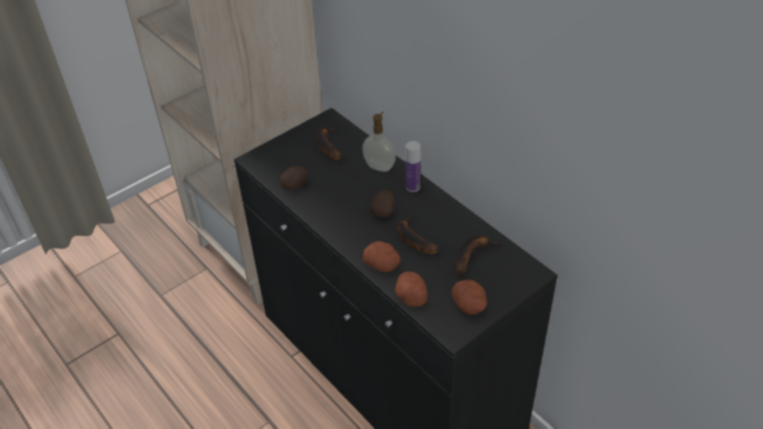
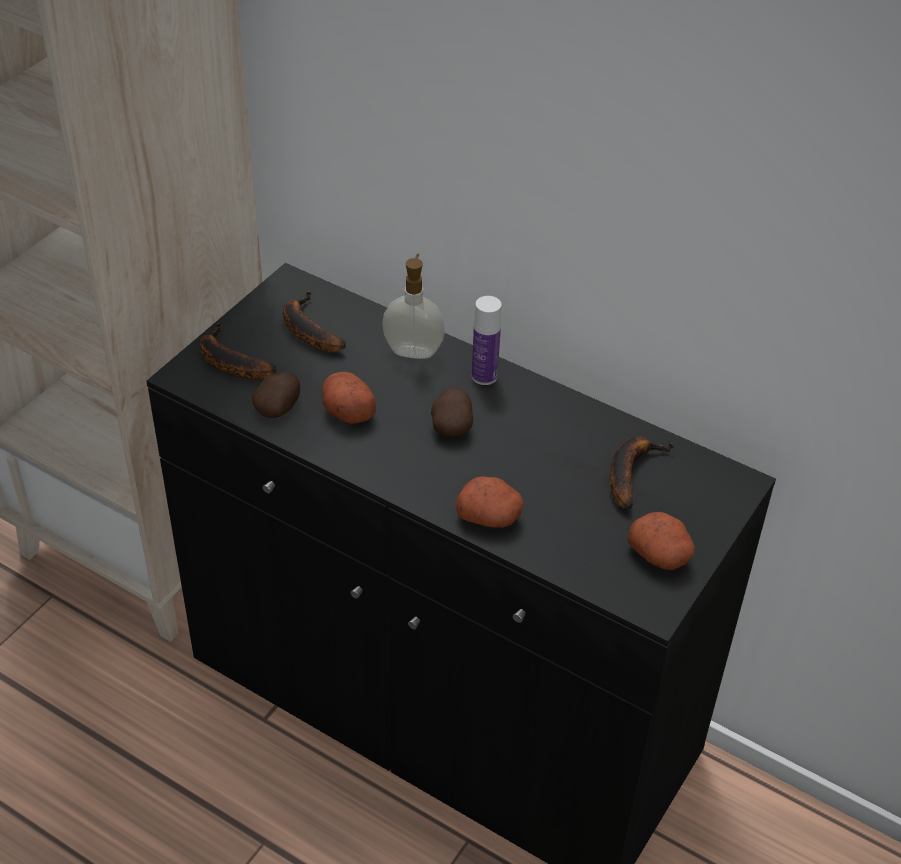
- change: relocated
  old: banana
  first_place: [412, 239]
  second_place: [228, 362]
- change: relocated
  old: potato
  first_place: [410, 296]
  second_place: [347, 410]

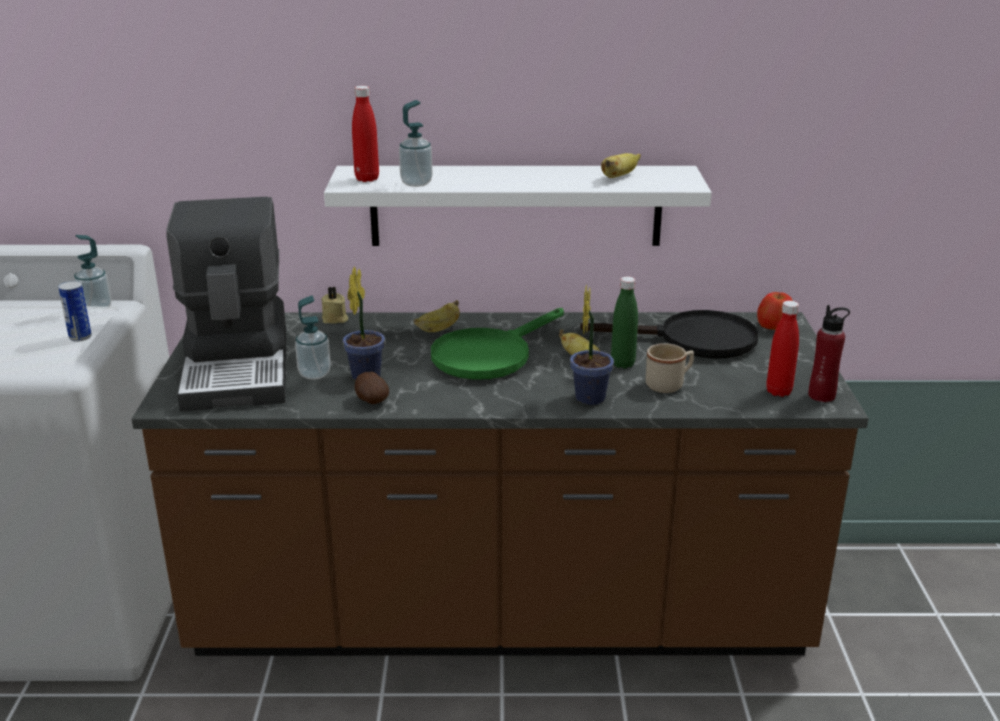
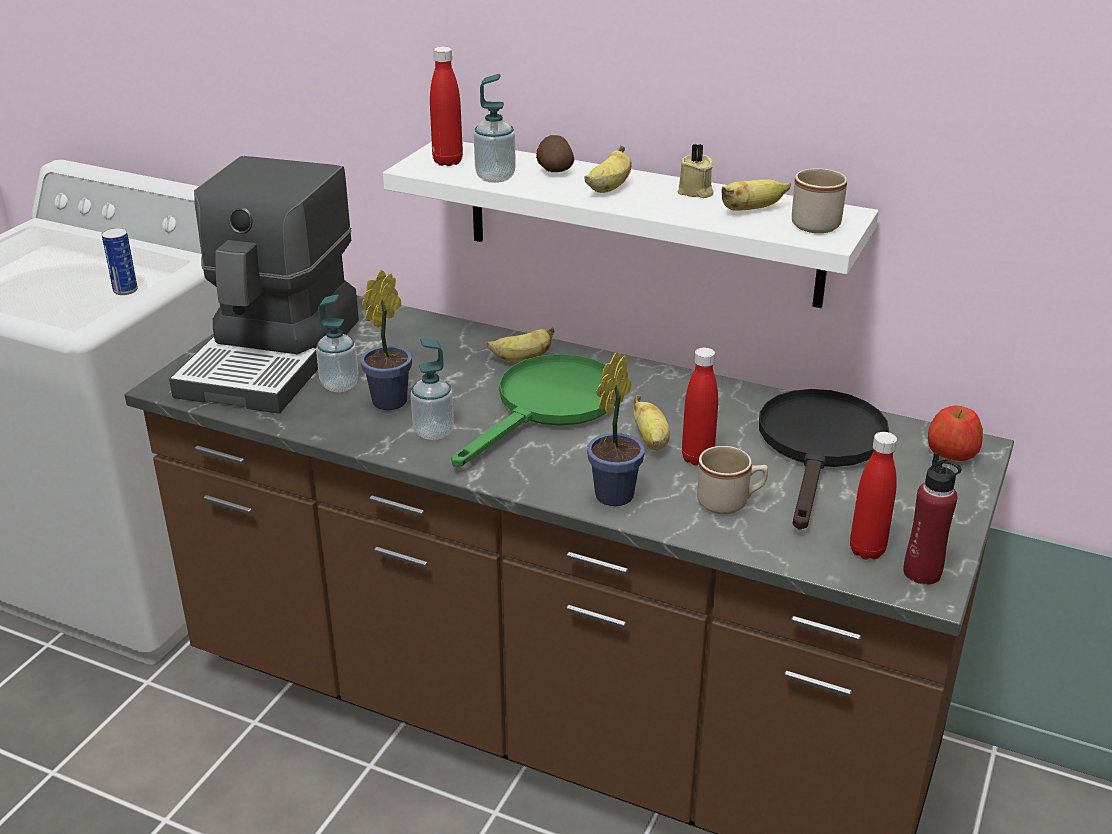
- change: relocated
  old: soap dispenser
  first_place: [96, 309]
  second_place: [433, 432]
- change: spun
  old: green frying pan
  first_place: [489, 355]
  second_place: [549, 406]
  degrees: 150
- change: relocated
  old: potato
  first_place: [370, 400]
  second_place: [553, 170]
- change: appeared
  new: banana
  second_place: [609, 188]
- change: relocated
  old: beige candle
  first_place: [335, 319]
  second_place: [695, 192]
- change: colour
  old: green bottle
  new: red bottle
  first_place: [622, 364]
  second_place: [697, 458]
- change: spun
  old: black frying pan
  first_place: [693, 340]
  second_place: [820, 447]
  degrees: -105
- change: appeared
  new: beige mug
  second_place: [818, 222]

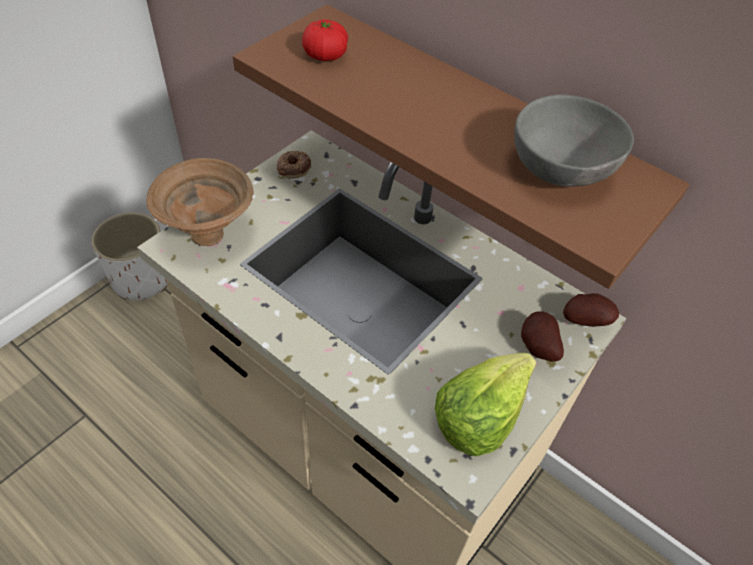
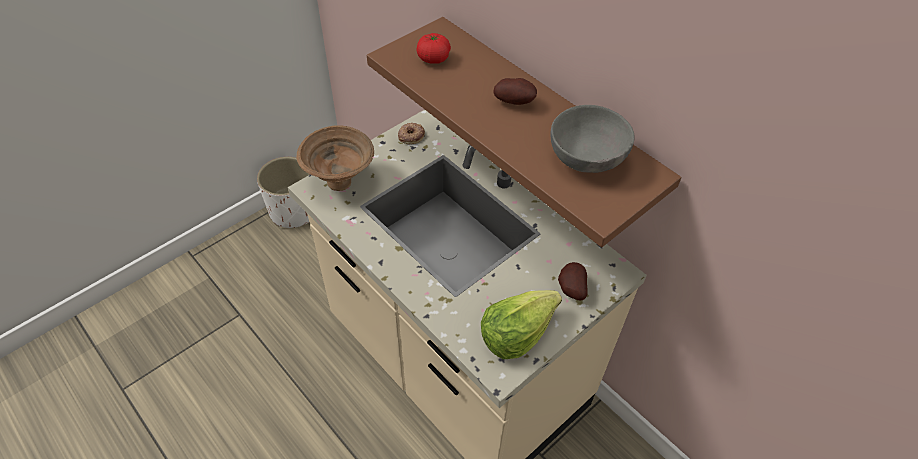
- change: relocated
  old: potato
  first_place: [585, 319]
  second_place: [515, 102]

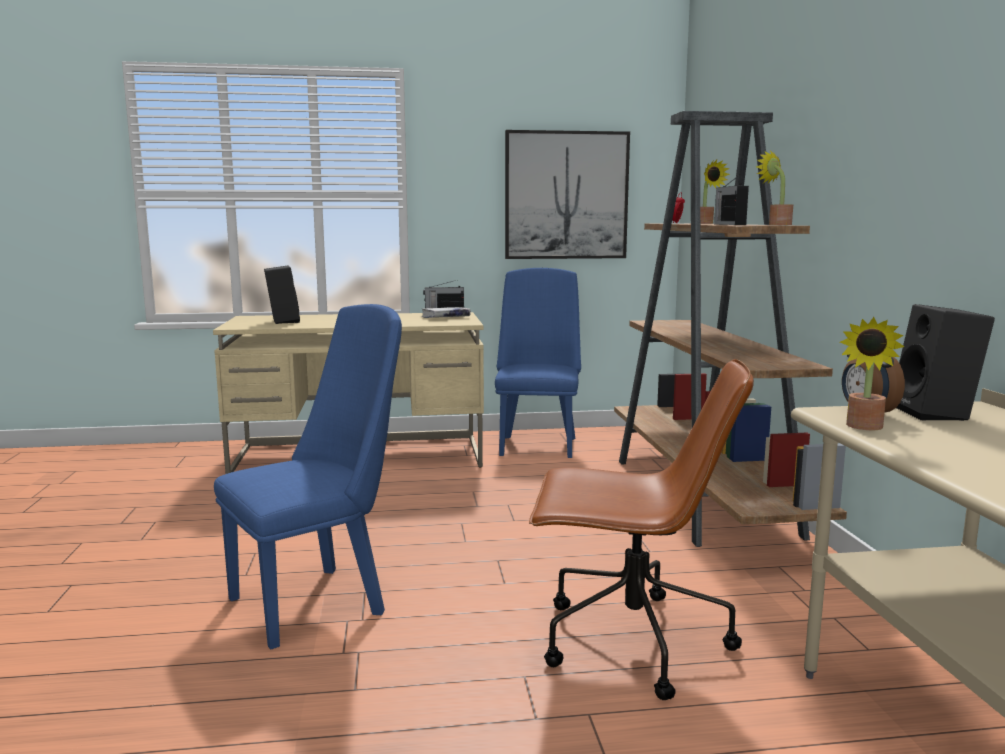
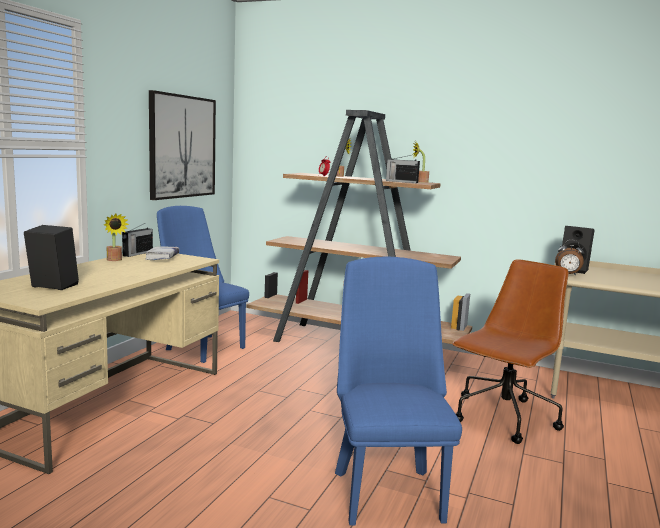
- change: relocated
  old: potted plant
  first_place: [864, 427]
  second_place: [115, 260]

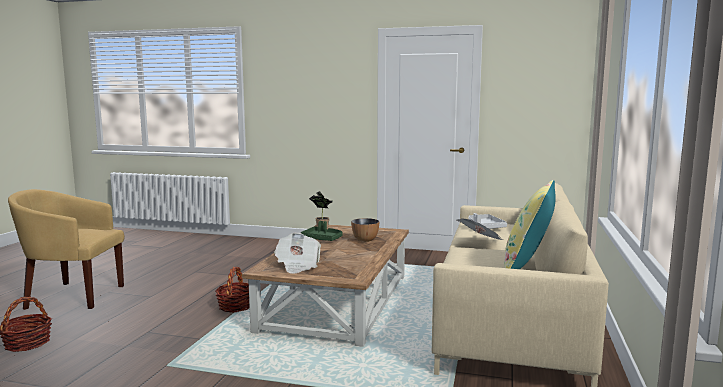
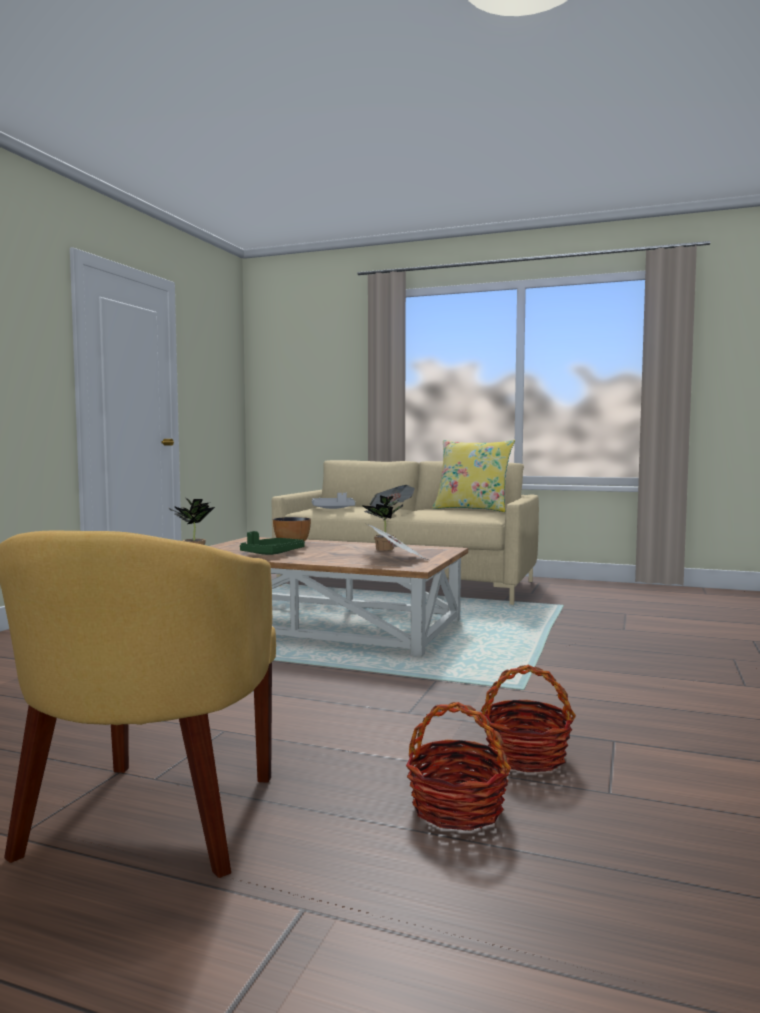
- change: appeared
  new: potted plant
  second_place: [383, 549]
- change: relocated
  old: basket
  first_place: [236, 306]
  second_place: [526, 756]

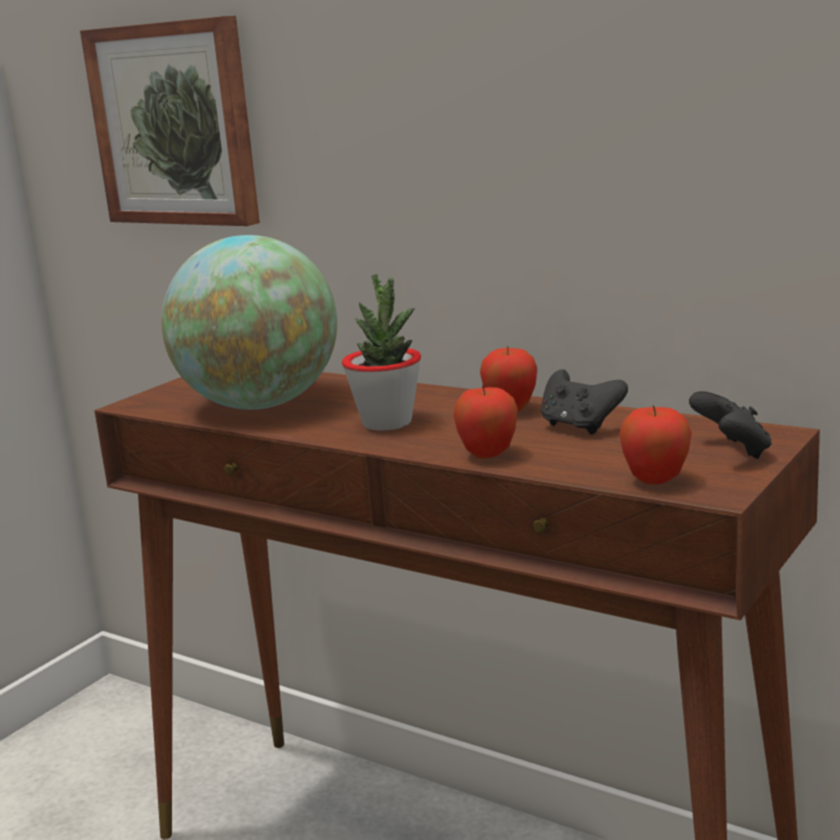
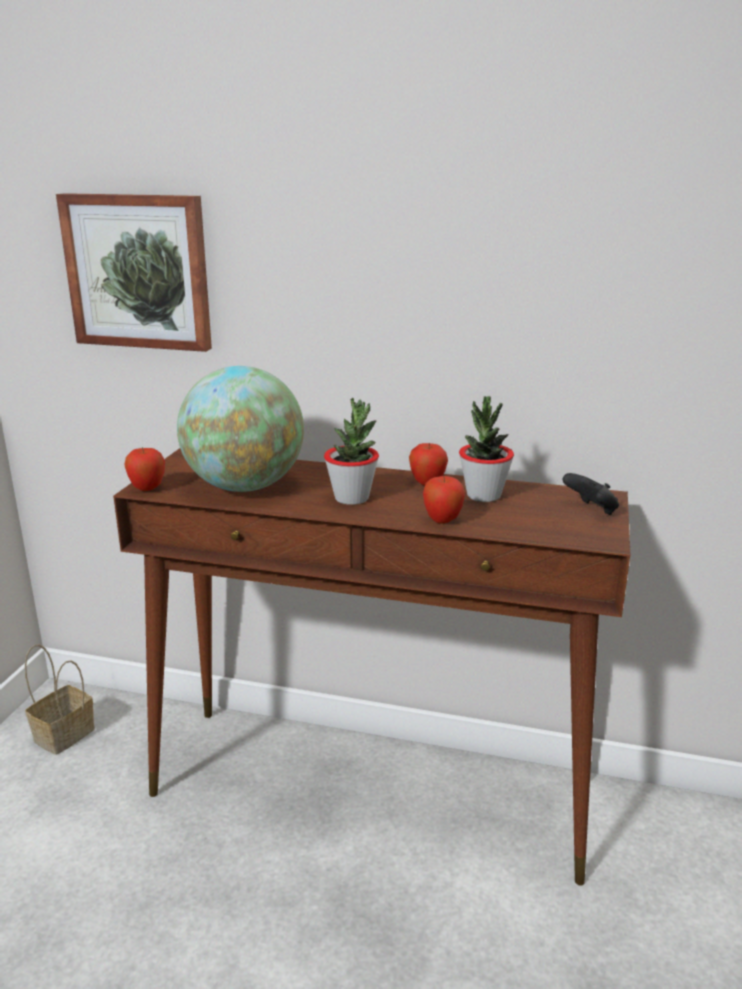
- change: appeared
  new: basket
  second_place: [65, 733]
- change: relocated
  old: apple
  first_place: [655, 481]
  second_place: [147, 489]
- change: exchanged
  old: black game controller
  new: potted plant
  first_place: [580, 426]
  second_place: [483, 495]

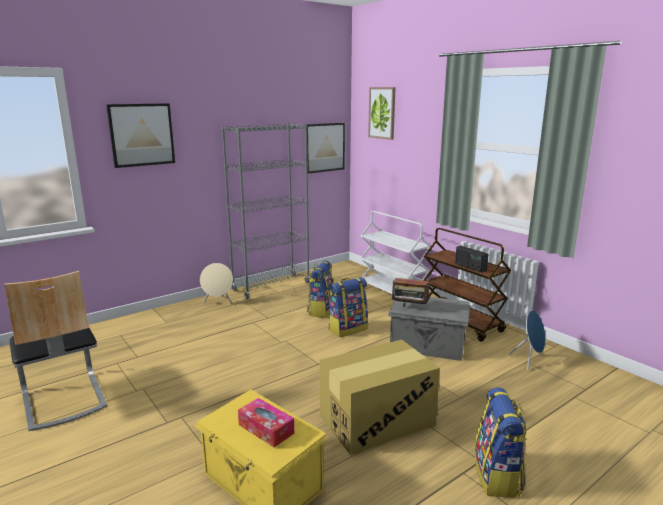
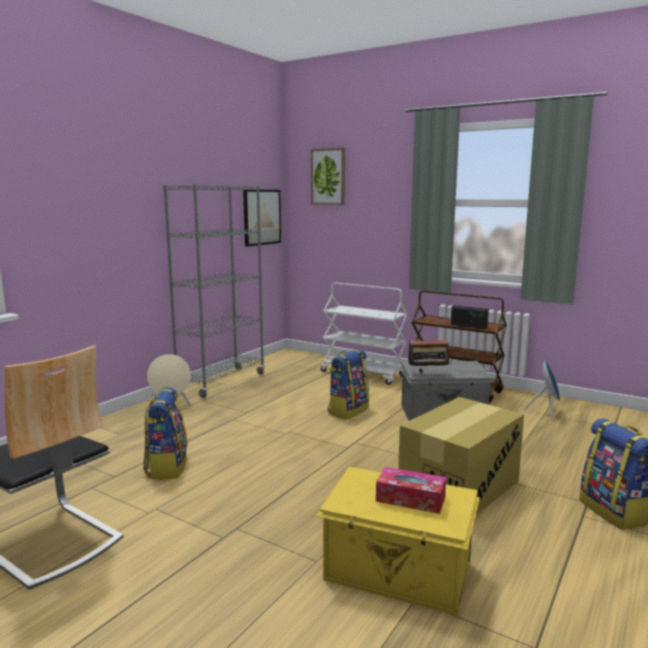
- change: relocated
  old: backpack
  first_place: [321, 310]
  second_place: [166, 467]
- change: missing
  old: picture
  first_place: [142, 135]

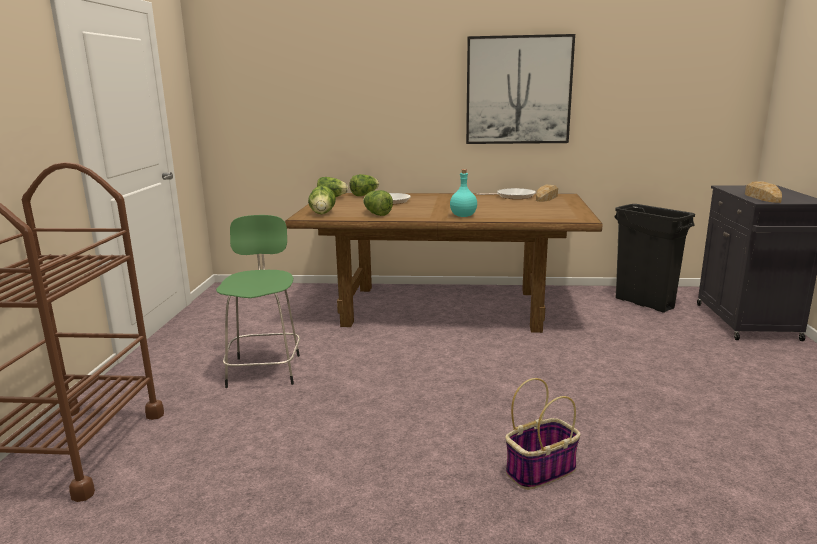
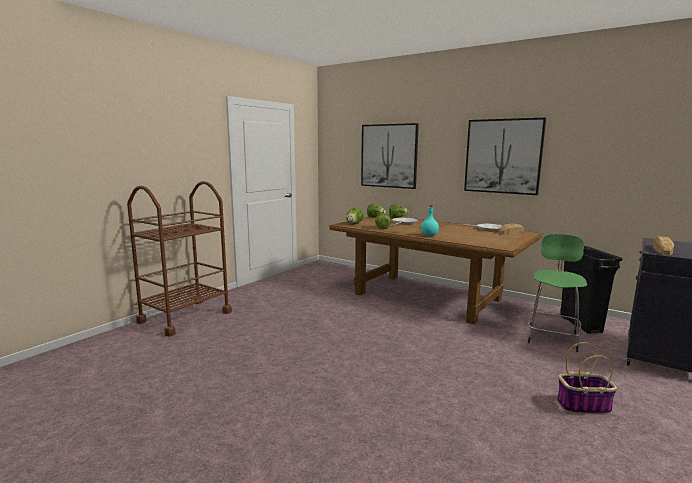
- change: appeared
  new: picture
  second_place: [389, 156]
- change: relocated
  old: green stool
  first_place: [265, 369]
  second_place: [552, 337]
- change: relocated
  old: basket
  first_place: [541, 470]
  second_place: [583, 406]

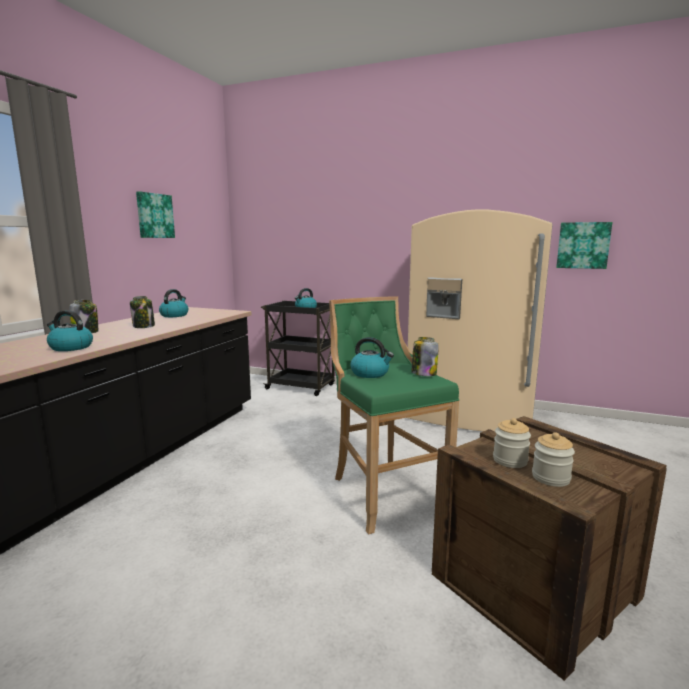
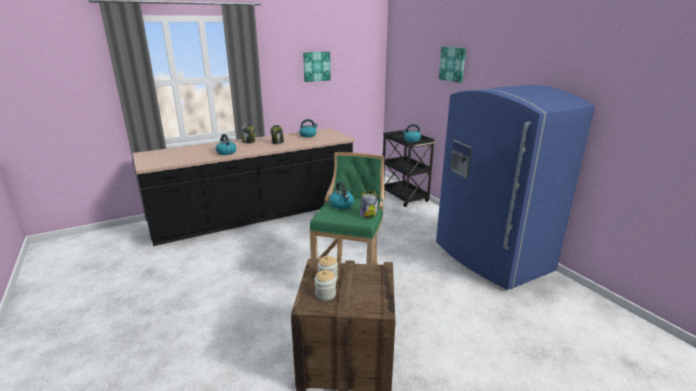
- change: colour
  old: beige fridge
  new: blue fridge
  first_place: [469, 415]
  second_place: [490, 258]
- change: relocated
  old: picture
  first_place: [583, 245]
  second_place: [453, 64]

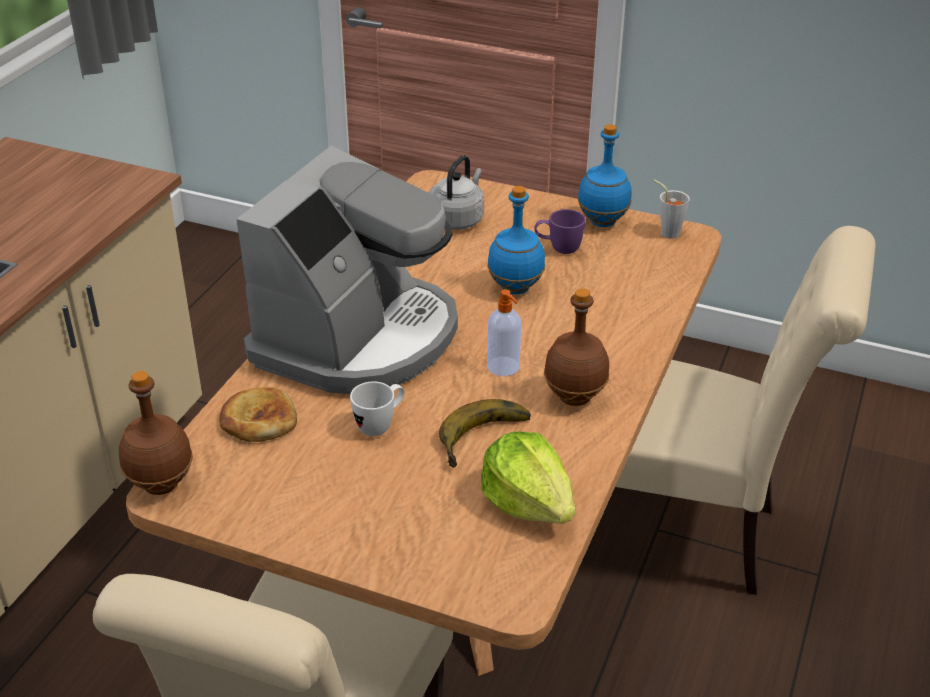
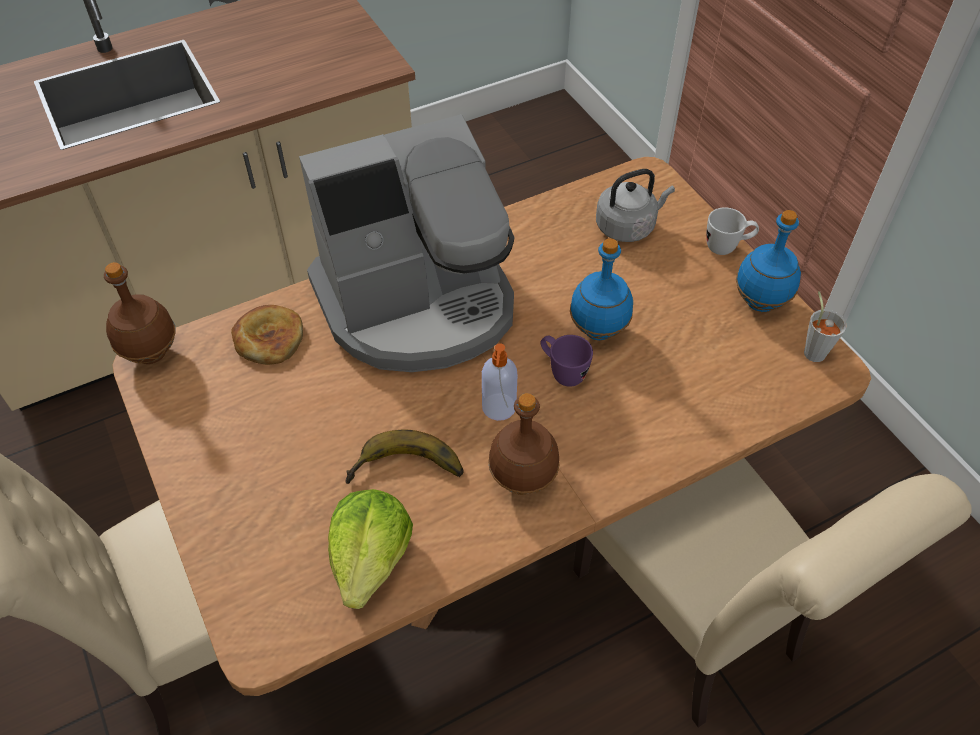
- change: relocated
  old: purple mug
  first_place: [558, 249]
  second_place: [562, 372]
- change: relocated
  old: white mug
  first_place: [380, 425]
  second_place: [727, 247]

